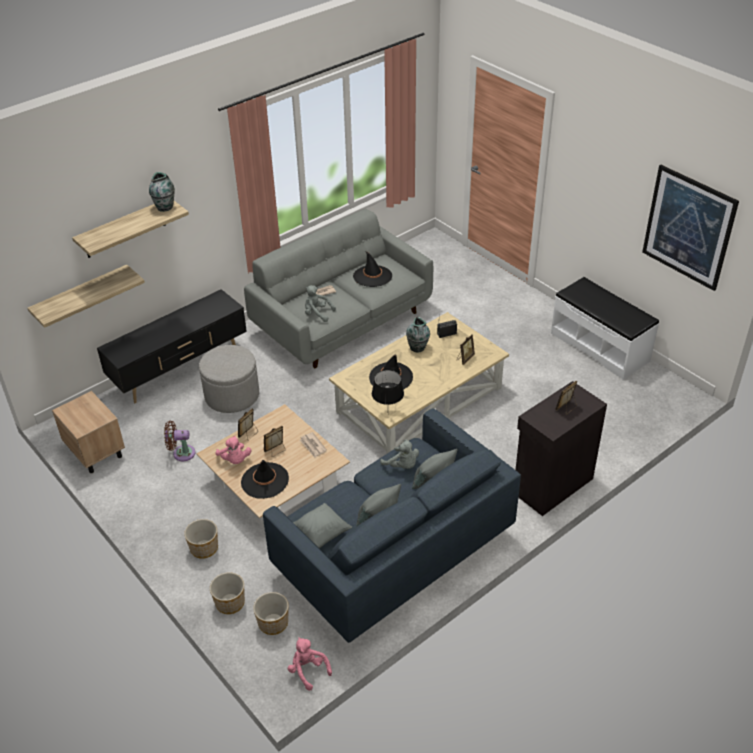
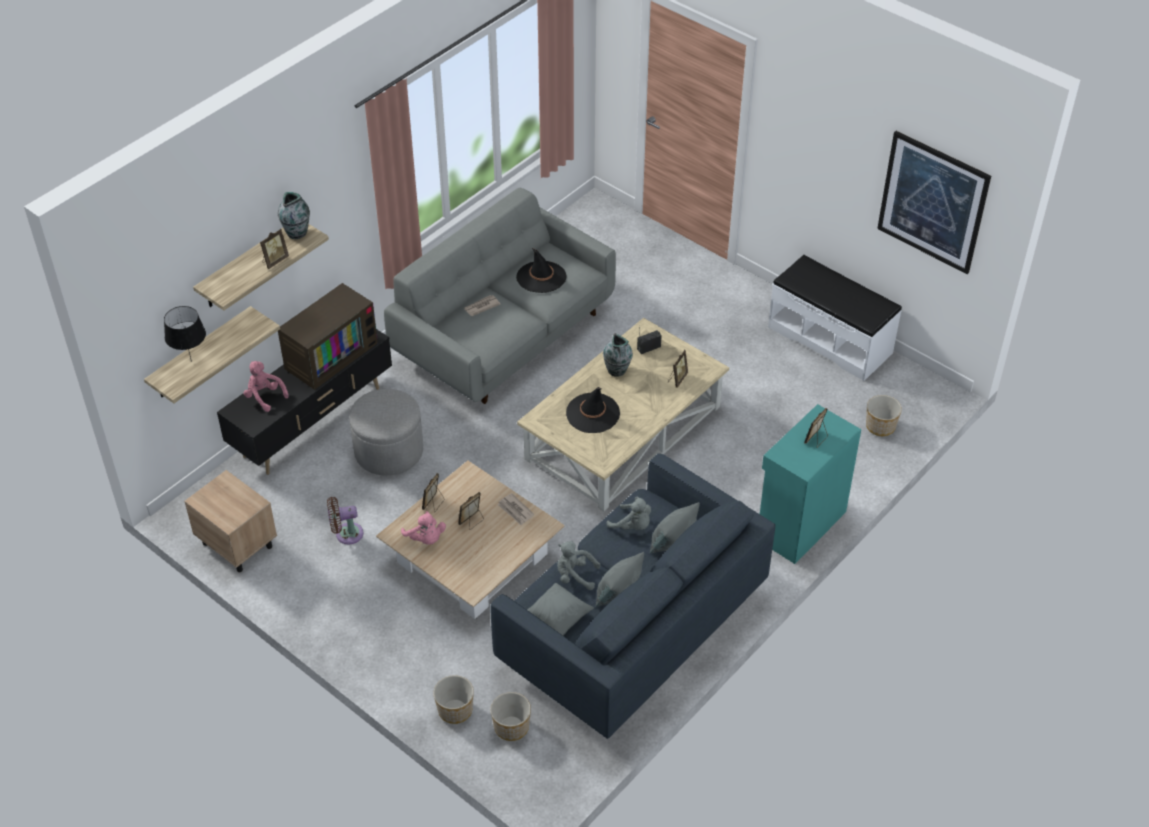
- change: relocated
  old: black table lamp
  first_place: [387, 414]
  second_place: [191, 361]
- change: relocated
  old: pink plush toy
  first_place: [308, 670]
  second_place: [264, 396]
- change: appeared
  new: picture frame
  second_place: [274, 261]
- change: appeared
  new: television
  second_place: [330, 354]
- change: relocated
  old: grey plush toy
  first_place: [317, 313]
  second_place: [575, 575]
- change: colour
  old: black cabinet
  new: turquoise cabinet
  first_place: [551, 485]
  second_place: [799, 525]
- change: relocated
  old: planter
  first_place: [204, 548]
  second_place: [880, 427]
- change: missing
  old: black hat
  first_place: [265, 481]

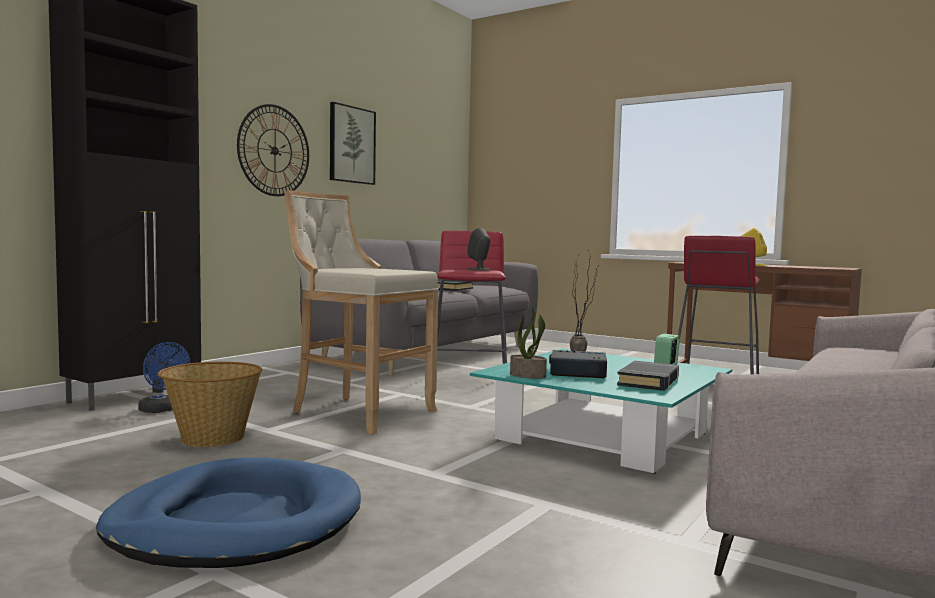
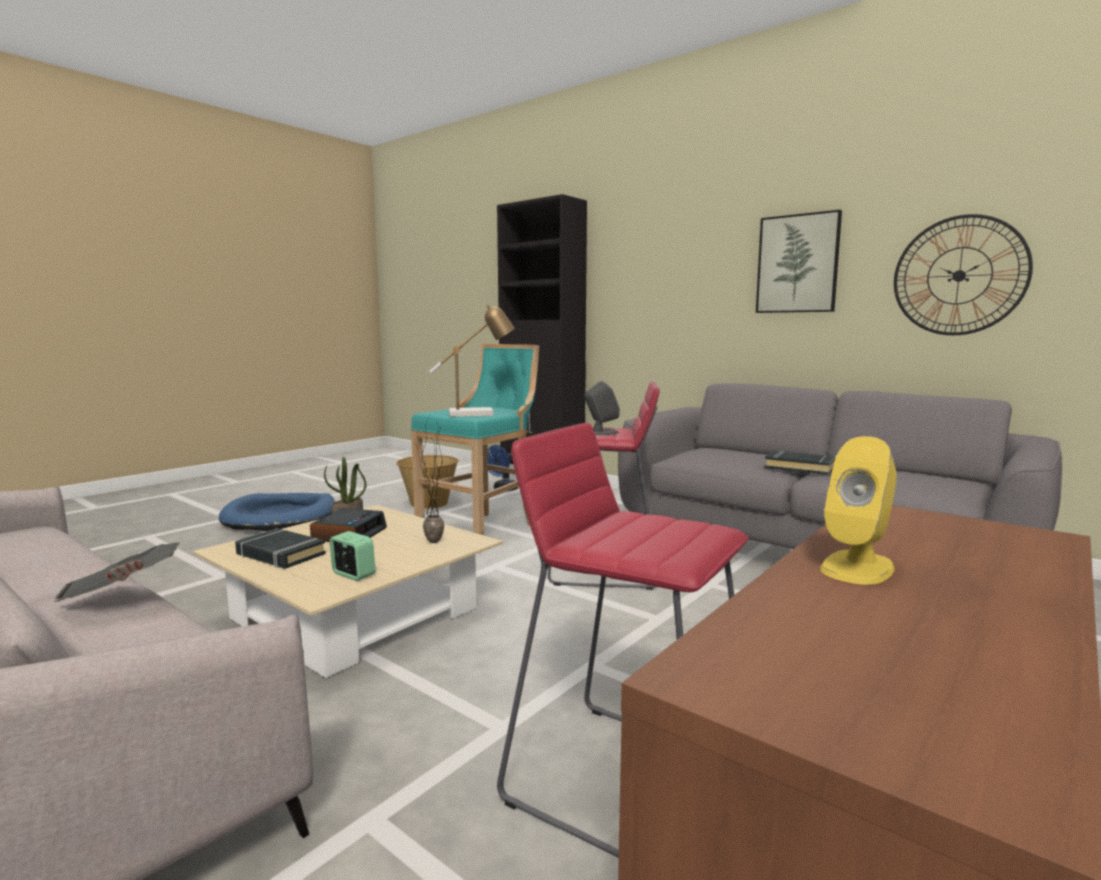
- change: appeared
  new: newspaper
  second_place: [121, 600]
- change: colour
  old: turquoise coffee table
  new: beige coffee table
  first_place: [603, 437]
  second_place: [353, 614]
- change: colour
  old: beige stool
  new: turquoise stool
  first_place: [358, 413]
  second_place: [482, 530]
- change: appeared
  new: table lamp
  second_place: [477, 414]
- change: relocated
  old: wall clock
  first_place: [274, 150]
  second_place: [959, 276]

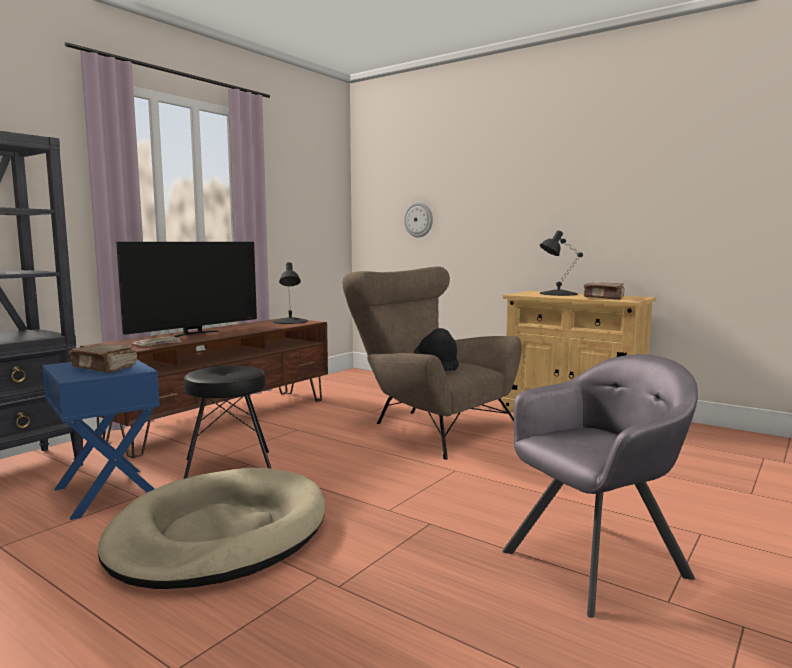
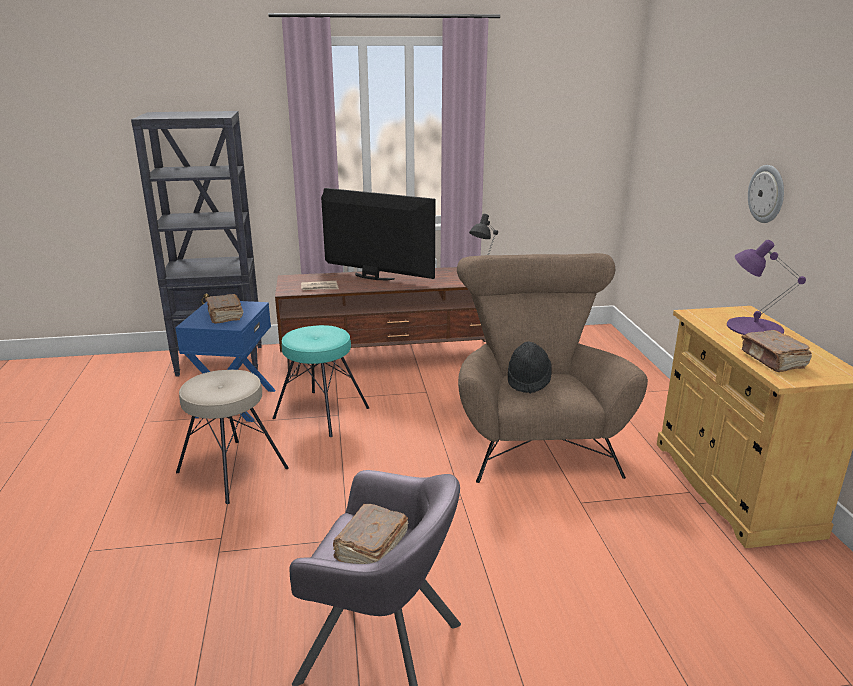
- change: exchanged
  old: beige dog bed
  new: beige stool
  first_place: [219, 534]
  second_place: [231, 471]
- change: colour
  old: black stool
  new: turquoise stool
  first_place: [228, 468]
  second_place: [321, 413]
- change: spun
  old: television
  first_place: [194, 333]
  second_place: [372, 277]
  degrees: -150
- change: appeared
  new: brown book
  second_place: [370, 548]
- change: colour
  old: black table lamp
  new: purple table lamp
  first_place: [557, 294]
  second_place: [753, 327]
- change: relocated
  old: wall clock
  first_place: [418, 219]
  second_place: [767, 194]

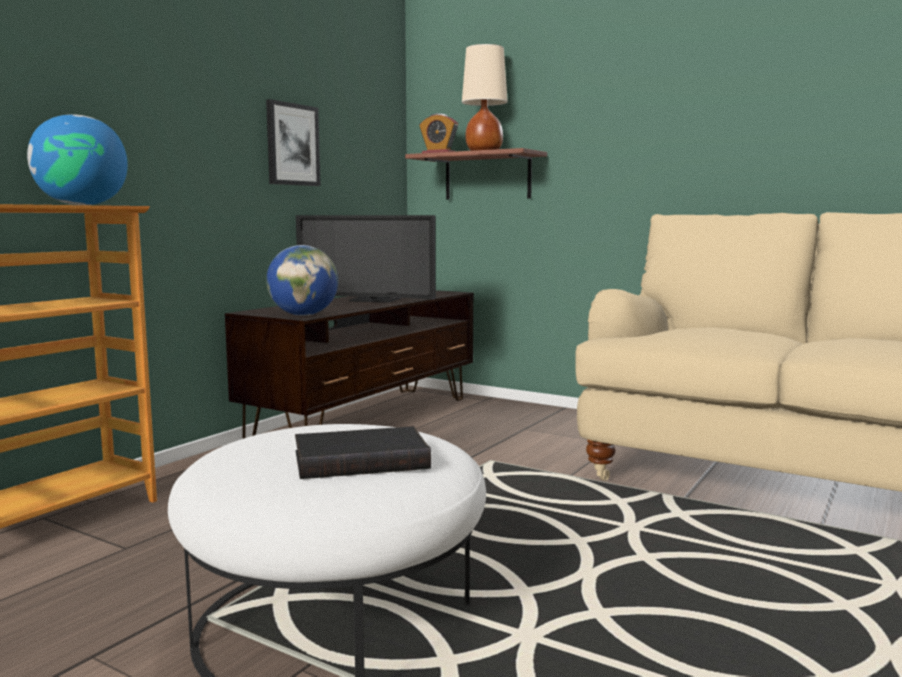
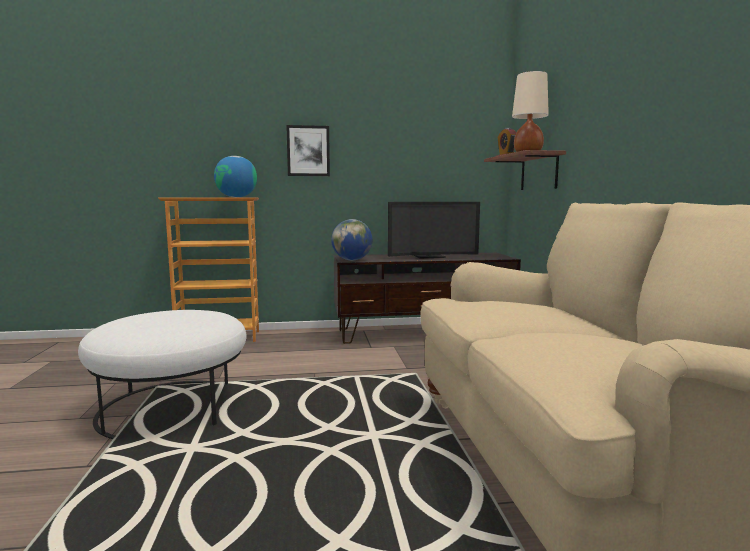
- change: relocated
  old: picture
  first_place: [292, 144]
  second_place: [308, 151]
- change: spun
  old: television
  first_place: [372, 300]
  second_place: [429, 257]
  degrees: -75
- change: missing
  old: black book
  first_place: [361, 459]

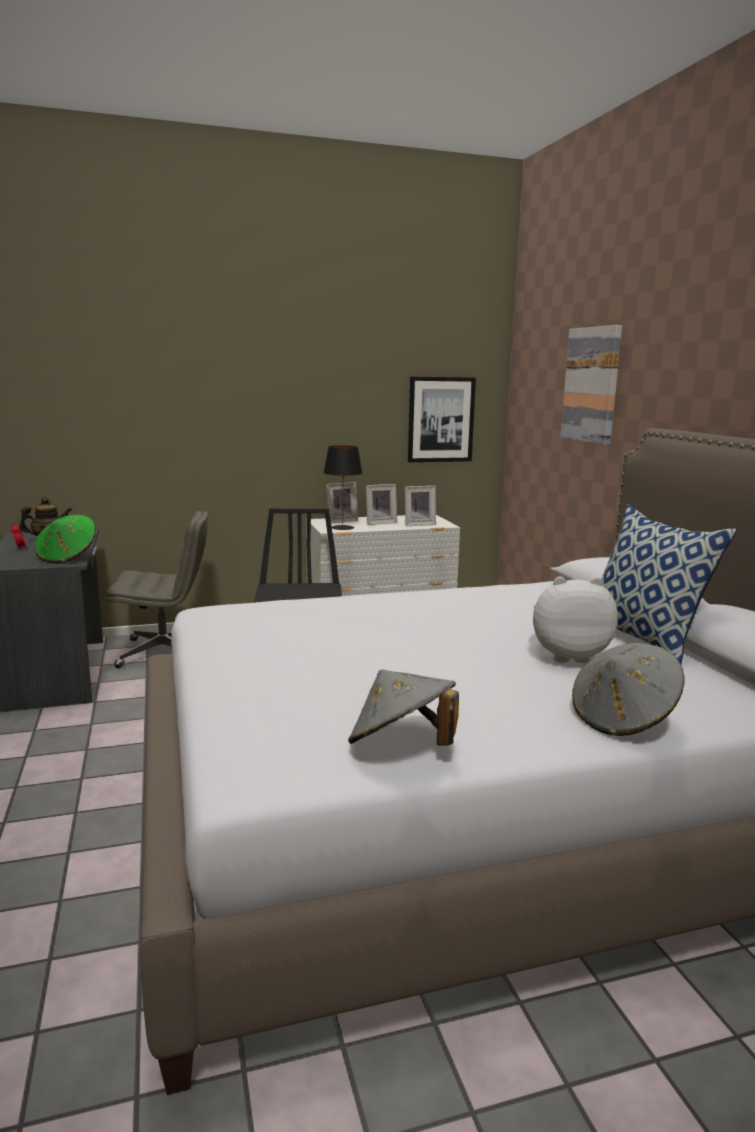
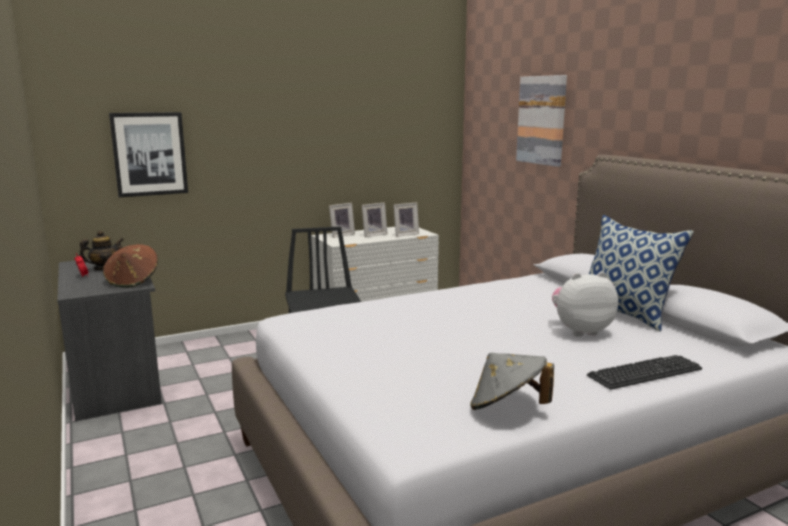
- change: colour
  old: green hat
  new: brown hat
  first_place: [67, 557]
  second_place: [133, 281]
- change: relocated
  old: picture
  first_place: [440, 419]
  second_place: [149, 154]
- change: exchanged
  old: grey hat
  new: keyboard
  first_place: [623, 719]
  second_place: [644, 373]
- change: missing
  old: grey office chair
  first_place: [165, 652]
- change: missing
  old: black table lamp
  first_place: [342, 527]

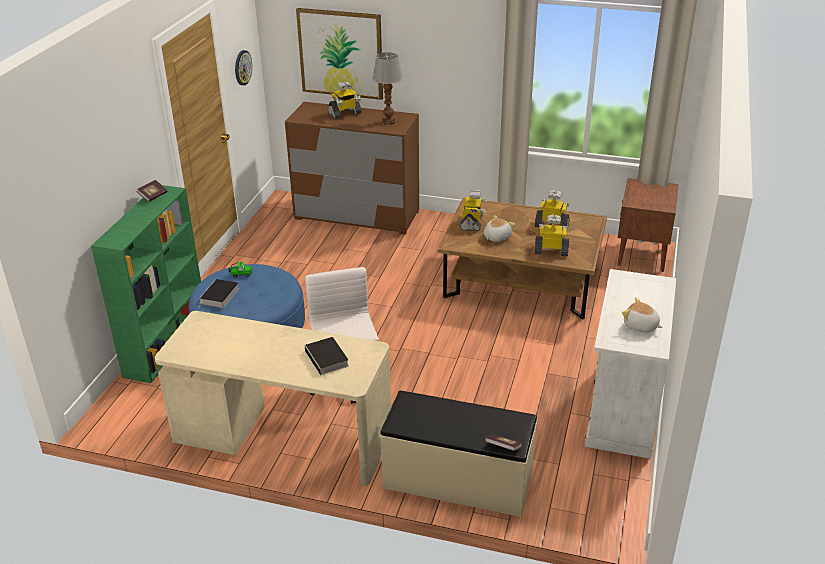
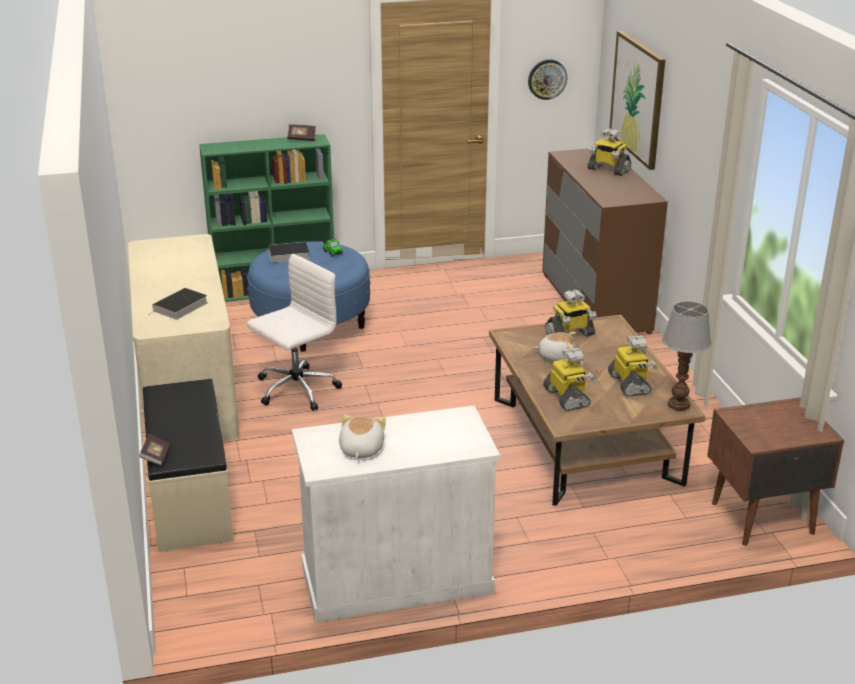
- change: relocated
  old: table lamp
  first_place: [389, 121]
  second_place: [679, 405]

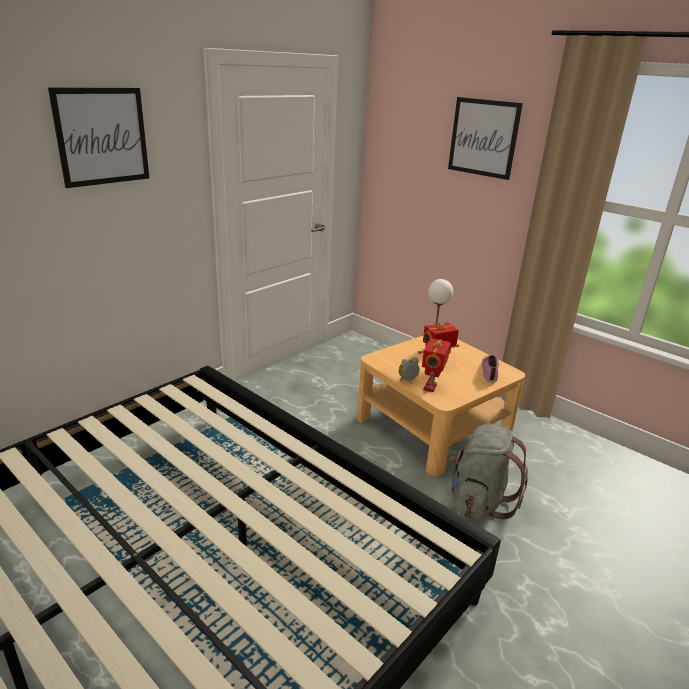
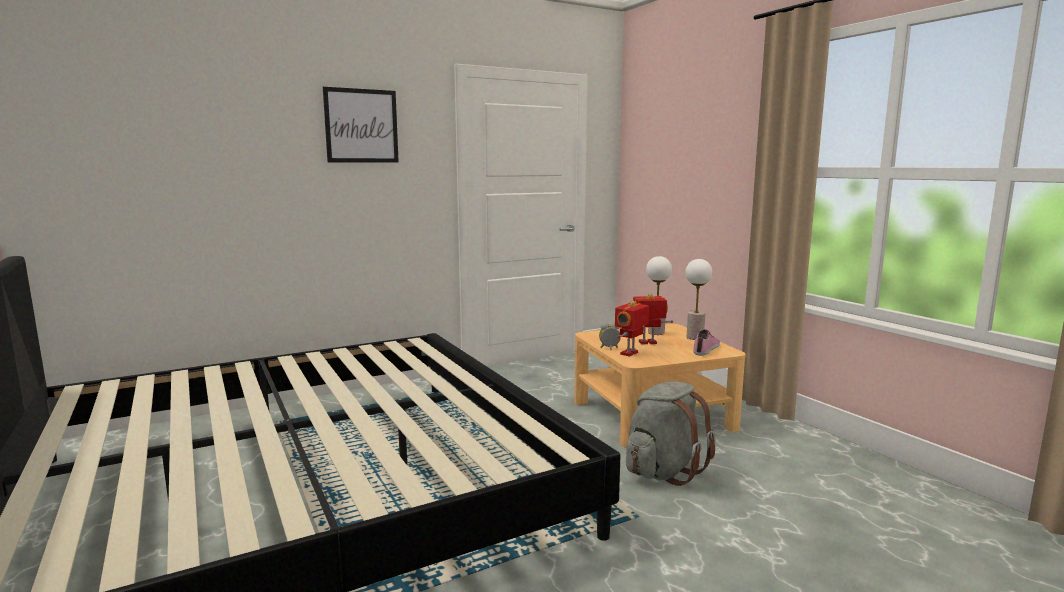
- change: appeared
  new: table lamp
  second_place: [694, 337]
- change: missing
  old: picture
  first_place: [483, 138]

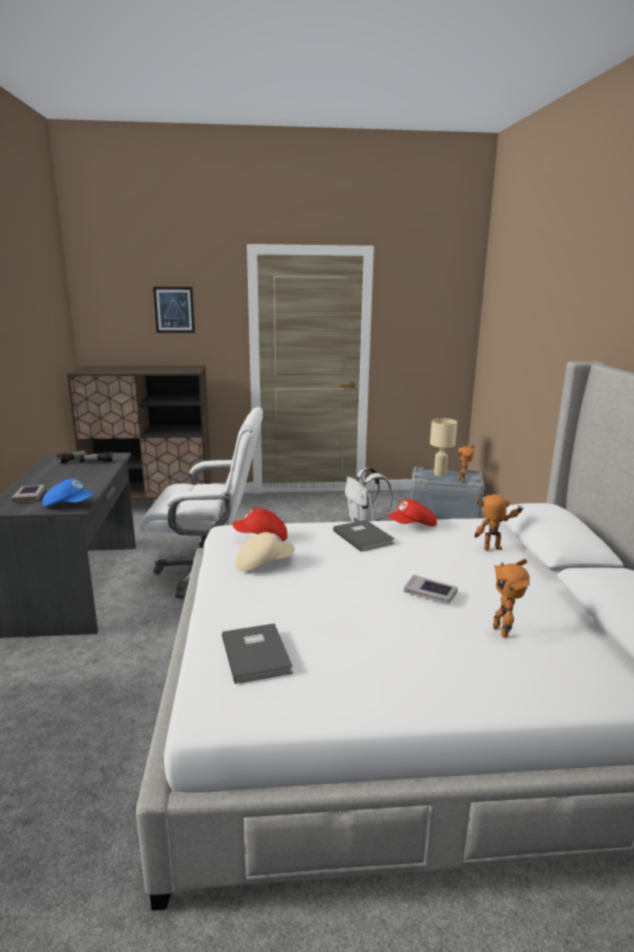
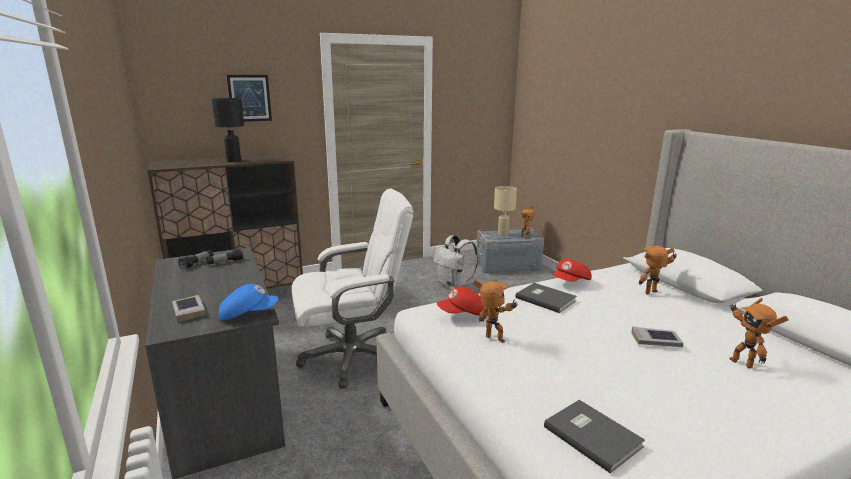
- change: appeared
  new: black table lamp
  second_place: [234, 161]
- change: exchanged
  old: beige cap
  new: toy robot
  first_place: [263, 564]
  second_place: [493, 340]

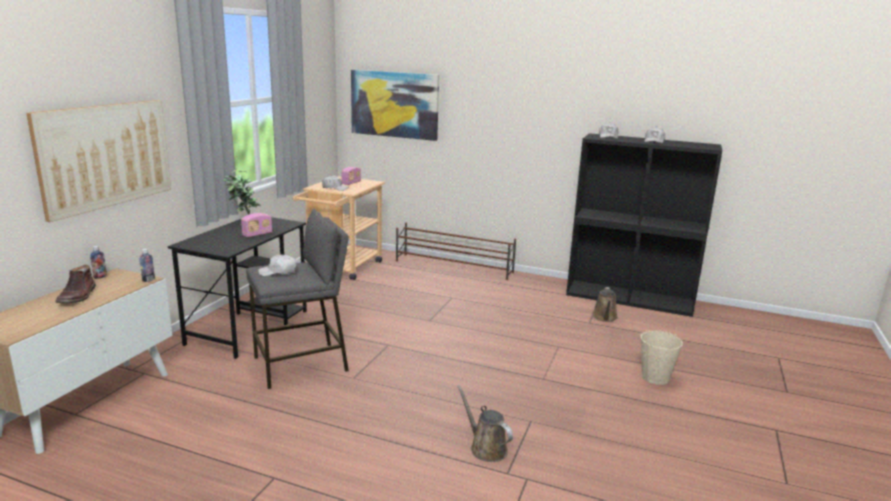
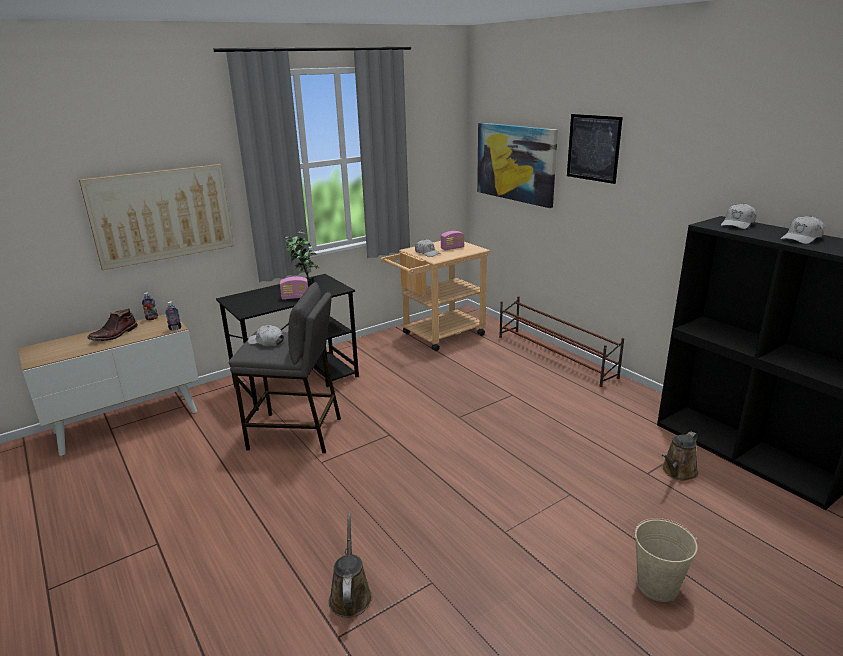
- change: appeared
  new: picture
  second_place: [593, 148]

